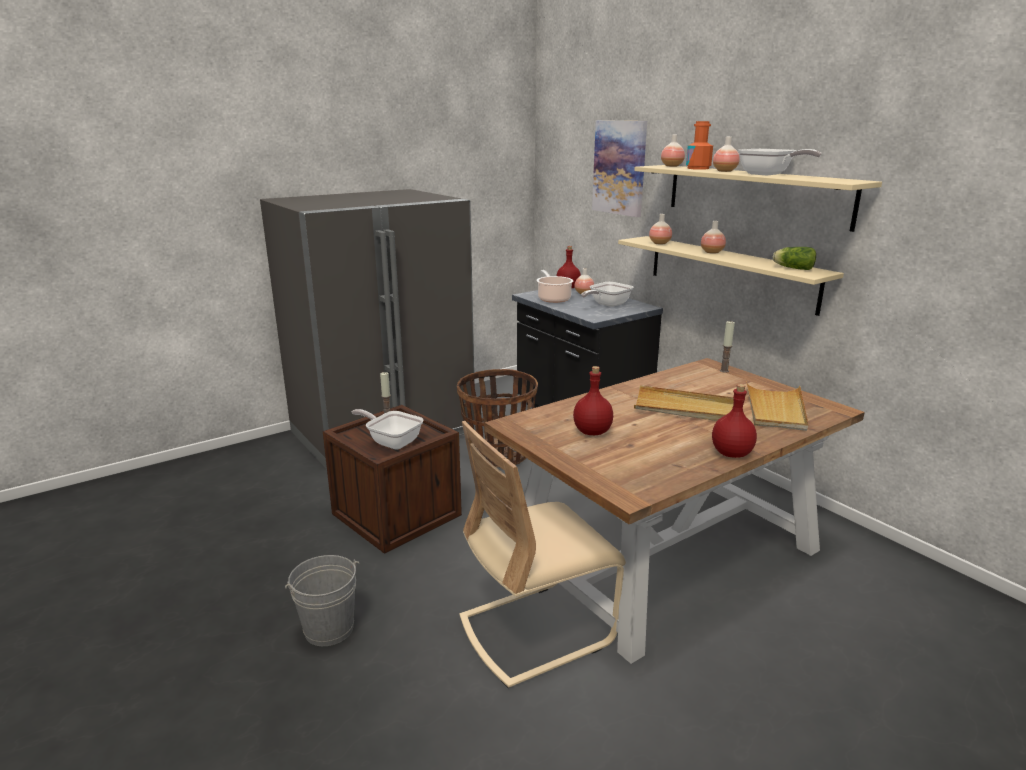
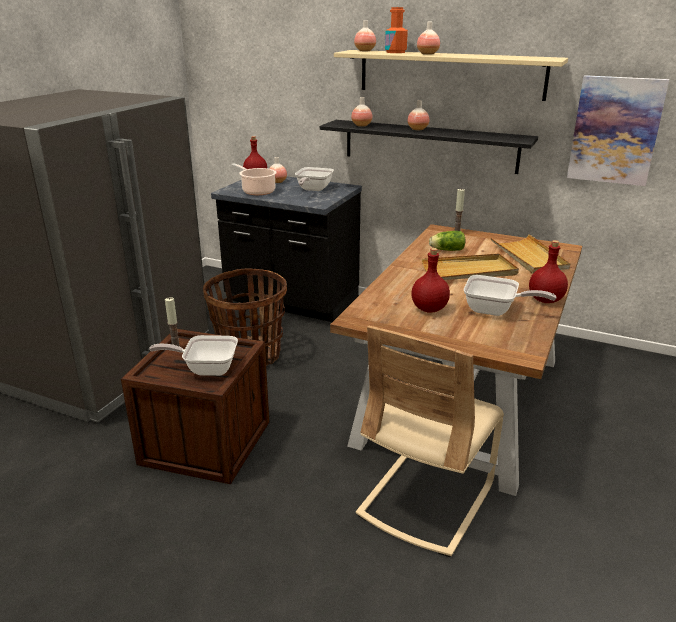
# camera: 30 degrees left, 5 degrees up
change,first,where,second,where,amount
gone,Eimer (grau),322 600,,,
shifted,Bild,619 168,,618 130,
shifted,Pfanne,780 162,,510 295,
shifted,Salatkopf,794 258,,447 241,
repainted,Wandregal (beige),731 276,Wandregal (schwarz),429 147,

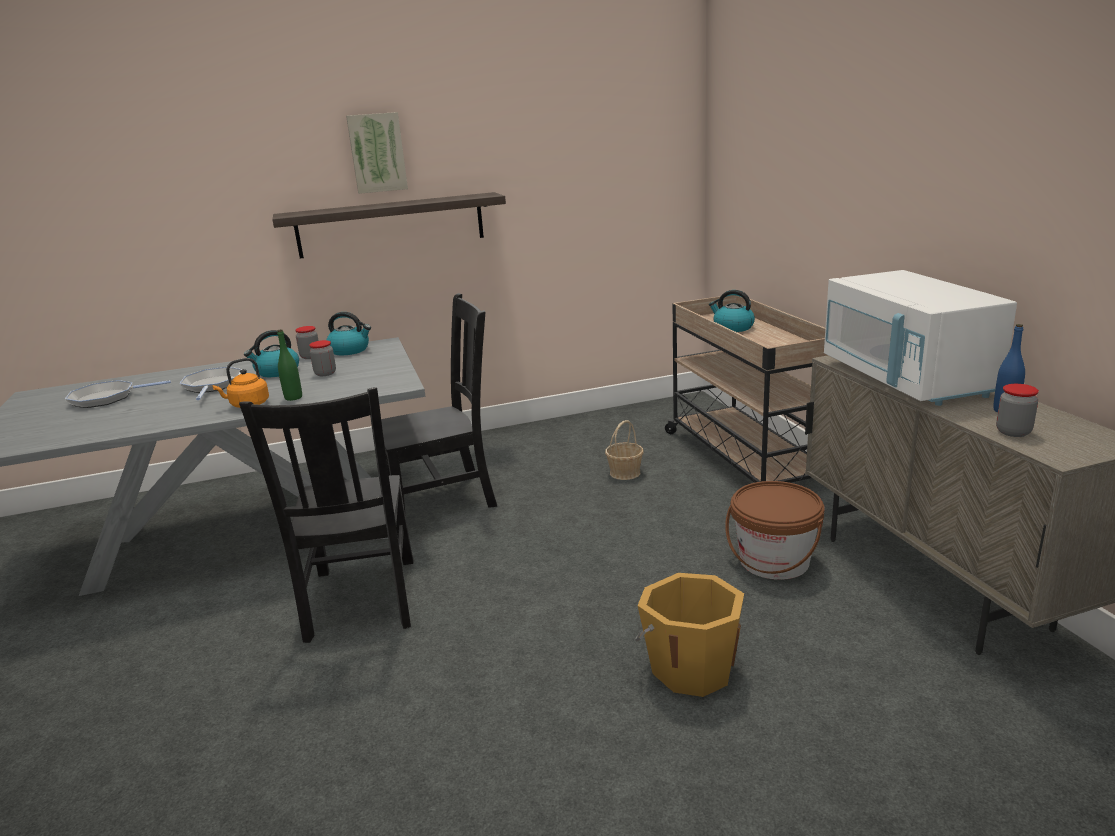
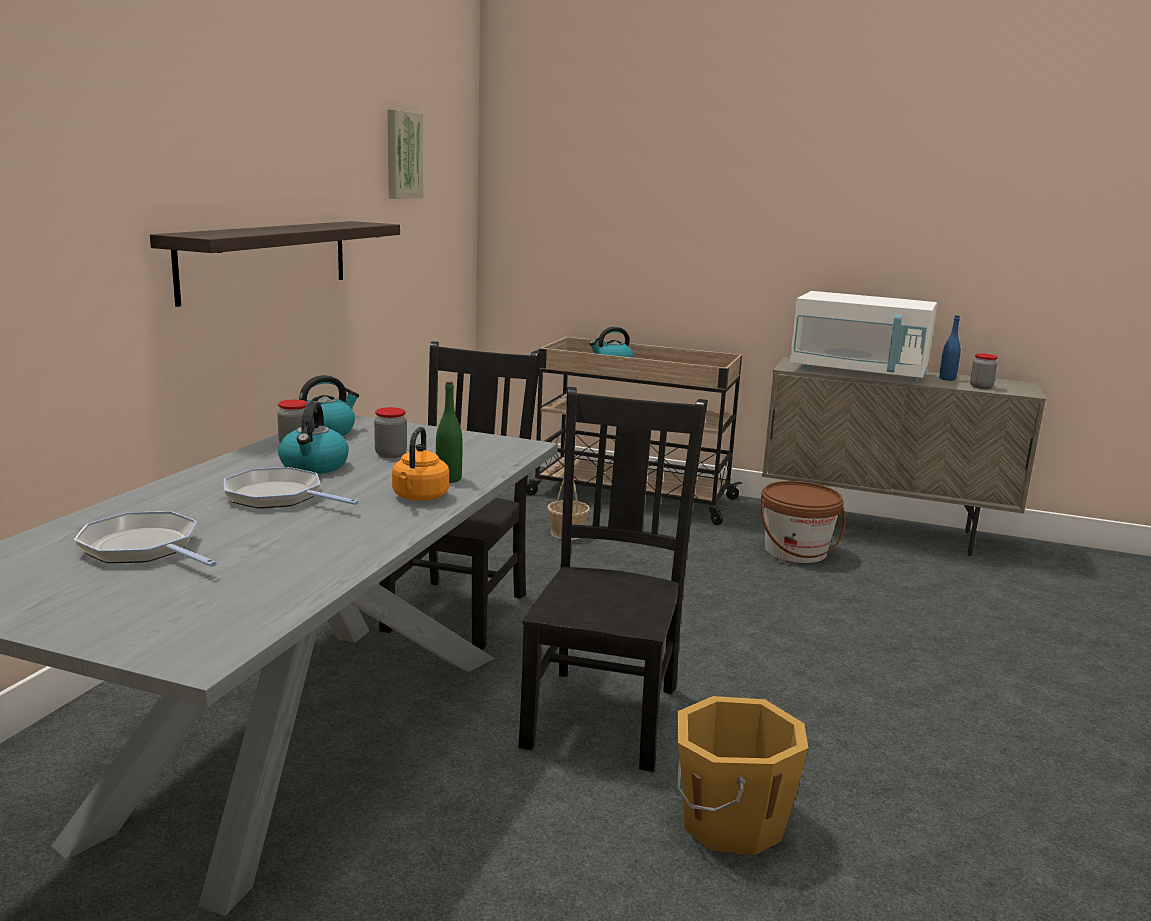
# camera: 55 degrees left, 5 degrees down
change,first,where,second,where,amount
shifted,Bild,377 153,,405 154,
shifted,Eimer (orange),689 635,,742 775,
rotated,Pfanne,118 394,,145 539,105 degrees clockwise
rotated,Stuhl (schwarz),326 515,,613 579,105 degrees counterclockwise

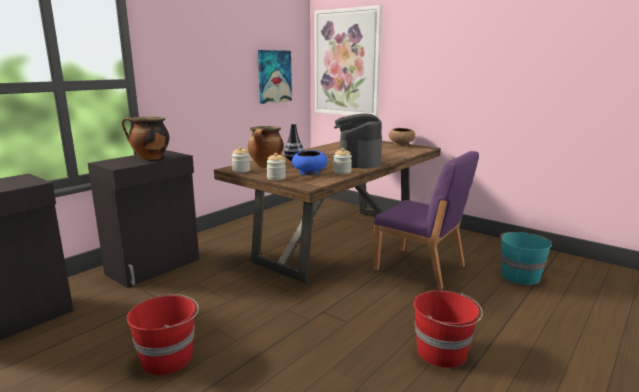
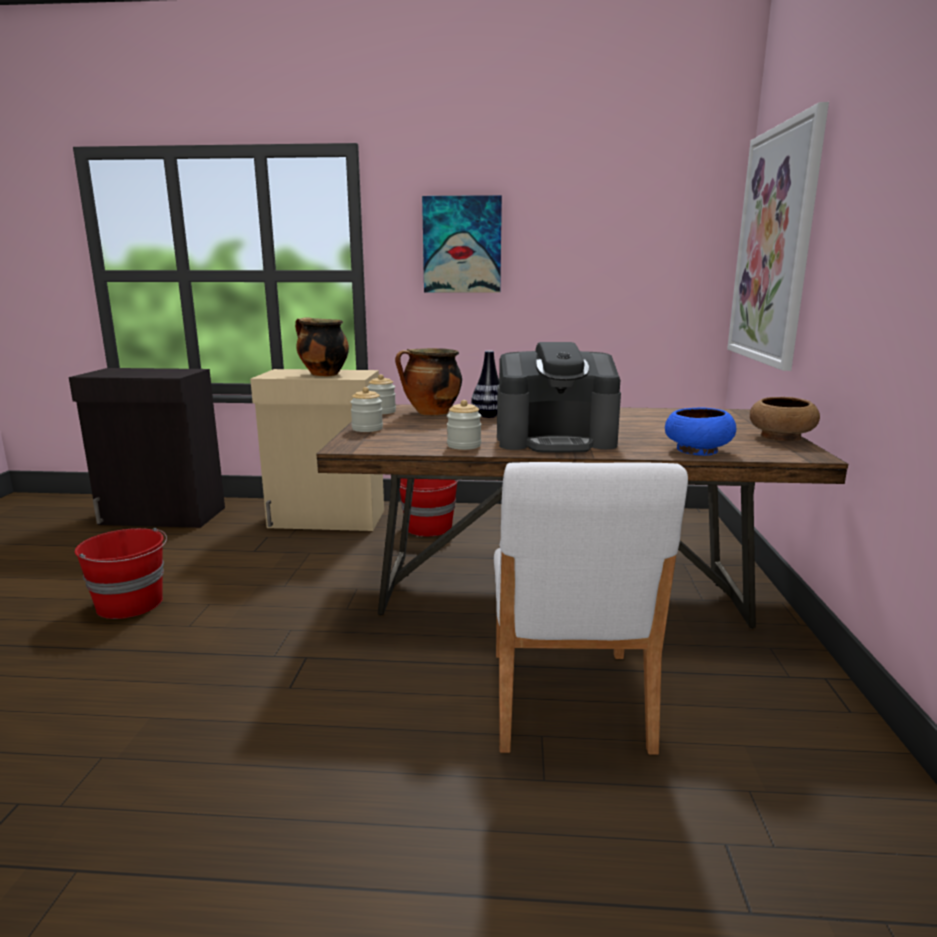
# camera: 55 degrees right, 0 degrees up
change,first,where,second,where,amount
gone,Eimer (türkis),526 258,,,
shifted,Bild,275 77,,462 244,
shifted,Schüssel (blau),309 162,,700 431,
shifted,Eimer (rot),448 329,,429 507,
repainted,Schrank (schwarz),143 219,Schrank (beige),317 450,
repainted,Stuhl (lila),426 220,Stuhl (weiß),591 608,
rotated,Kaffeemaschine,357 140,,559 397,150 degrees counterclockwise

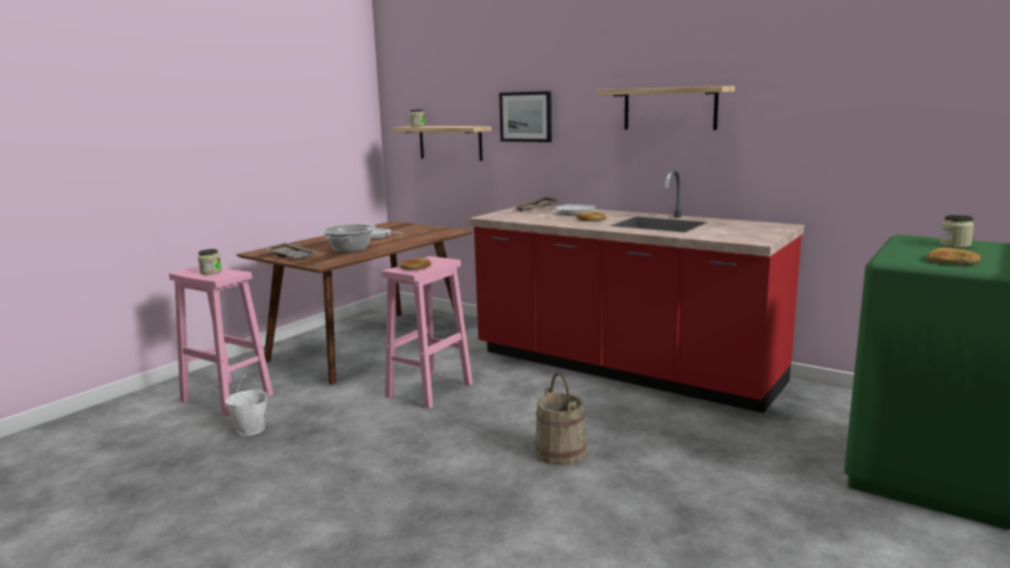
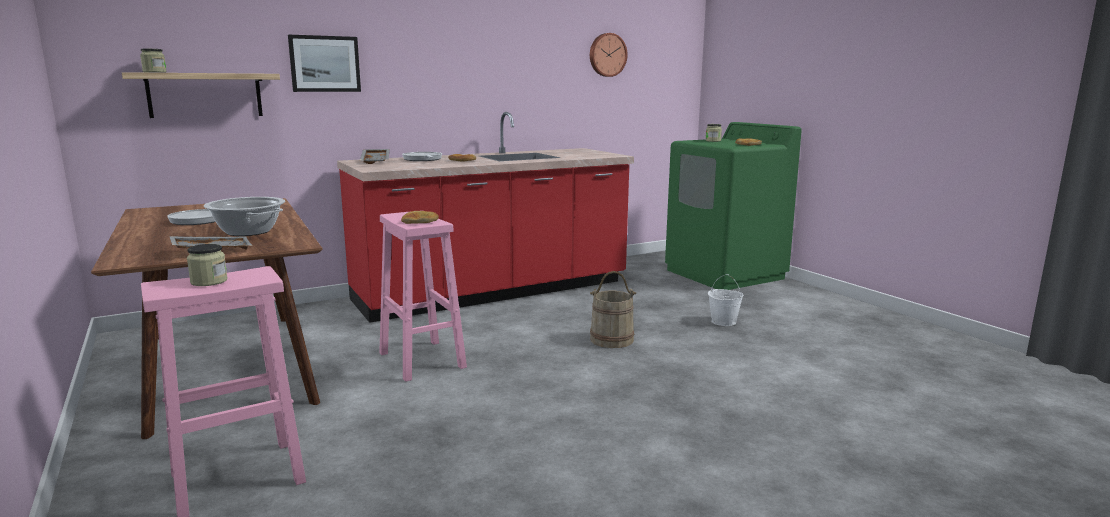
# camera: 65 degrees left, 0 degrees up
change,first,where,second,where,amount
gone,Wandregal,666 108,,,
new,,,Wanduhr,609 55,
shifted,Eimer (weiß),246 405,,725 300,

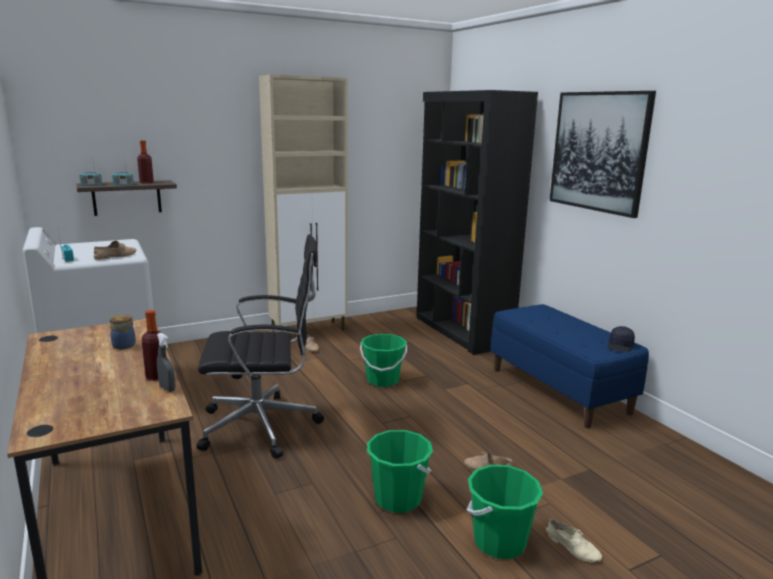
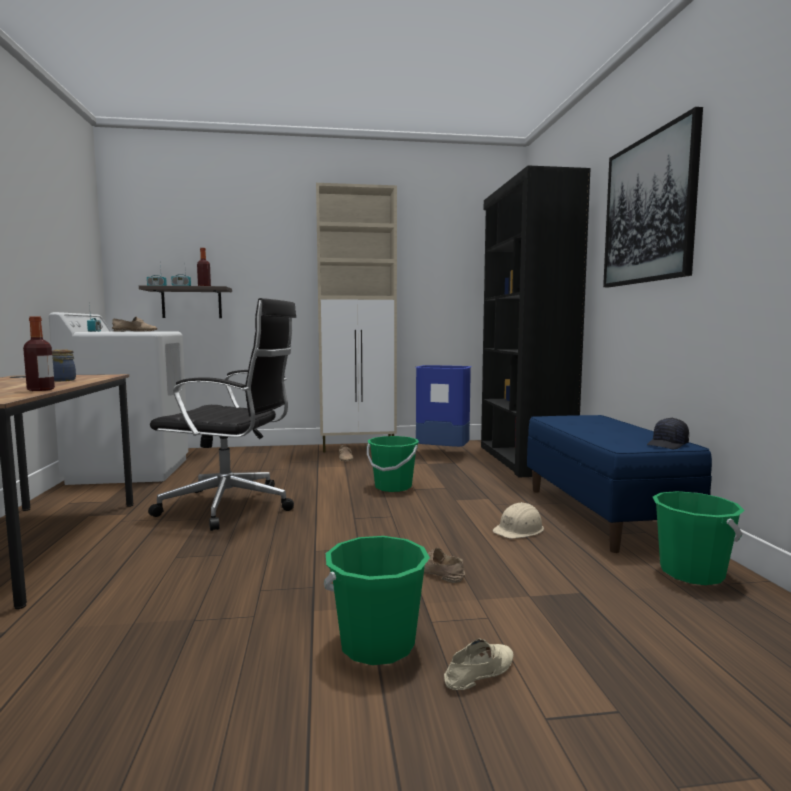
# camera: 20 degrees right, 10 degrees down
change,first,where,second,where,amount
gone,Sprühflasche (grau),166 362,,,
new,,,Mülleimer (blau),443 406,
new,,,Schutzhelm (beige),518 520,
shifted,Eimer (grün),400 471,,699 538,
rotated,Schuh (beige),574 540,,478 664,105 degrees counterclockwise

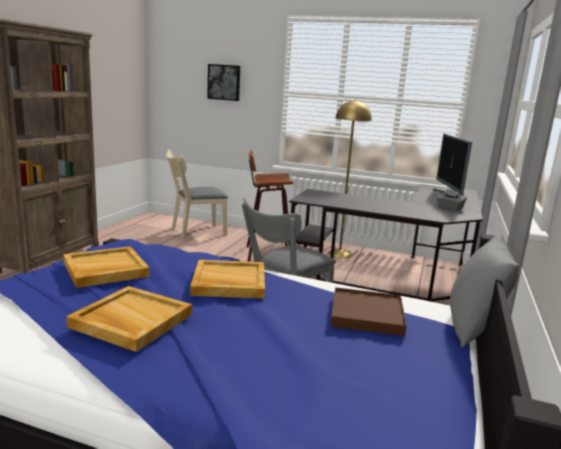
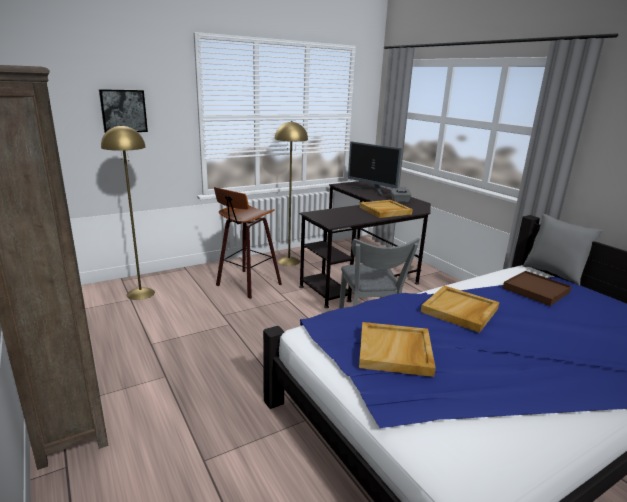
# camera: 50 degrees left, 5 degrees up
change,first,where,second,where,amount
shifted,Tablett (beige),129 319,,386 209,
swapped,Stuhl (beige),197 194,Stehlampe (gelb),128 212,

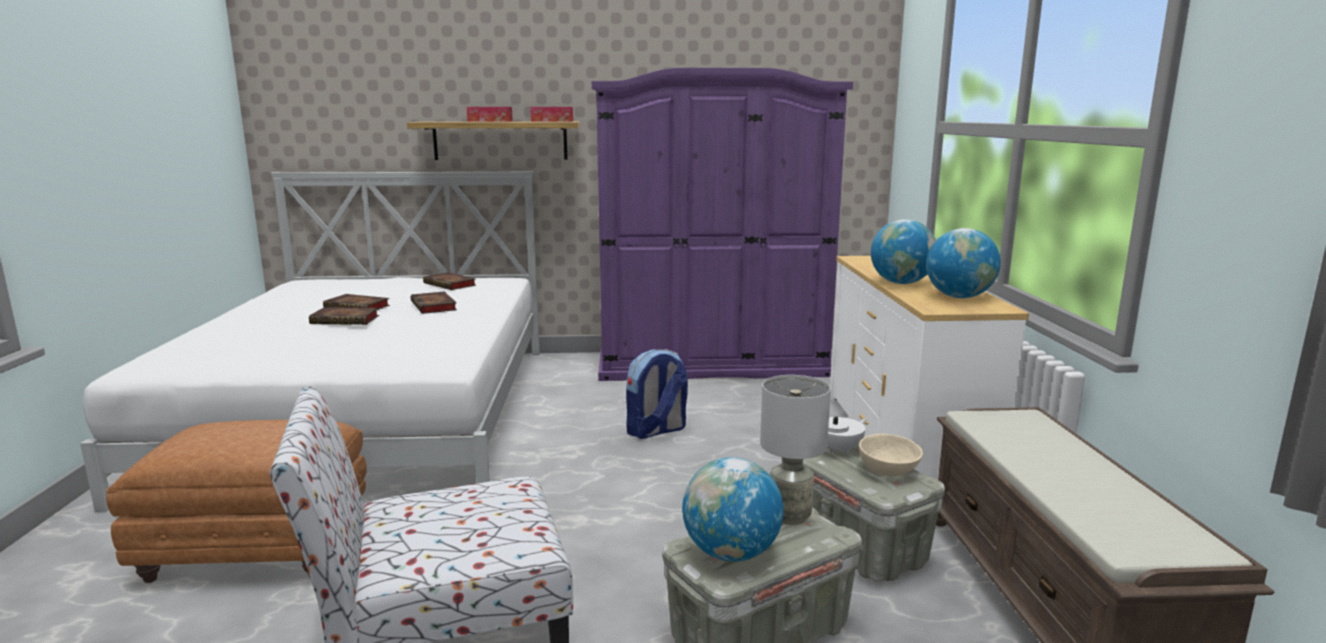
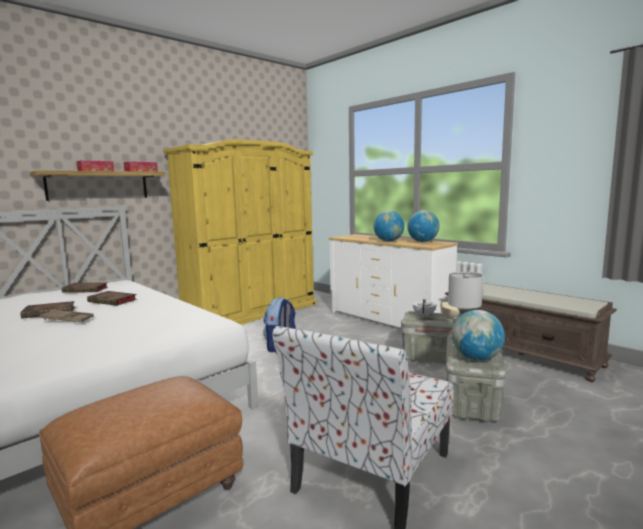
# camera: 40 degrees left, 5 degrees down
change,first,where,second,where,amount
swapped,Buch,344 316,Tablett (braun),67 316,
repainted,Kleiderschrank (lila),722 224,Kleiderschrank (gelb),240 232,

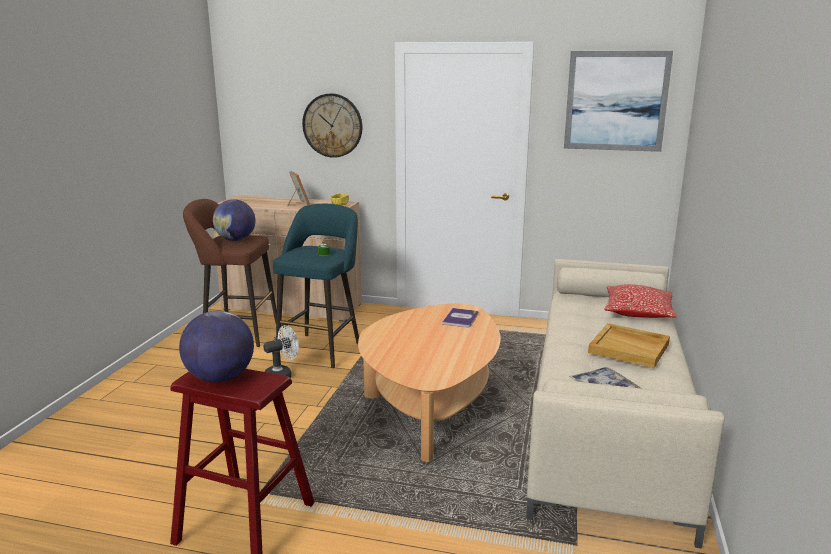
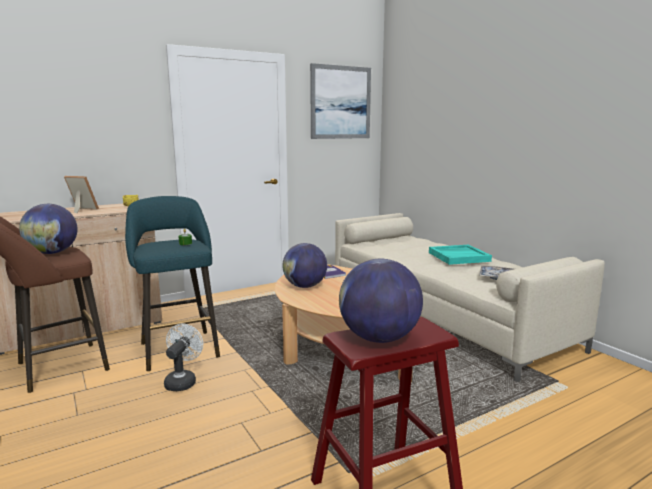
# camera: 45 degrees left, 5 degrees down
change,first,where,second,where,amount
gone,Wanduhr,332 125,,,
gone,Kissen,640 301,,,
new,,,Globus,304 265,
repainted,Tablett (beige),629 345,Tablett (türkis),460 255,

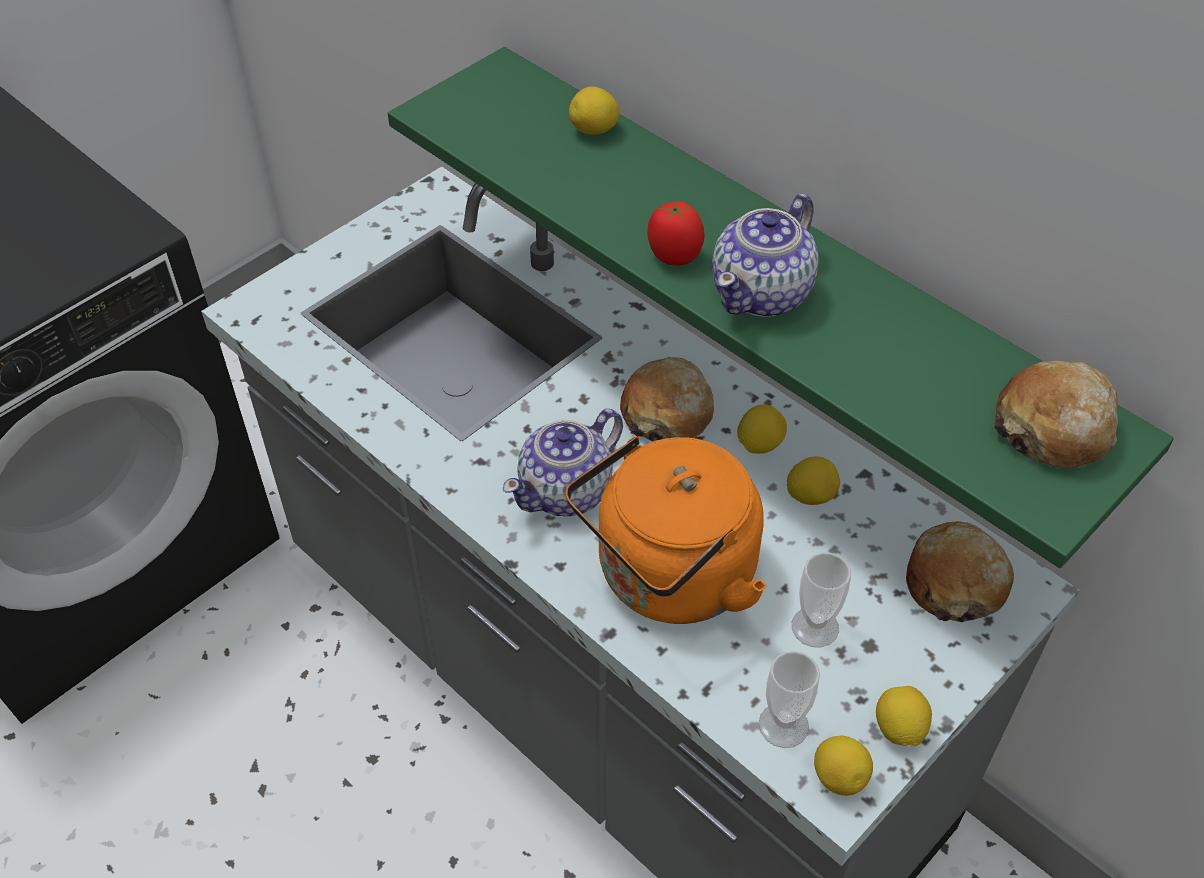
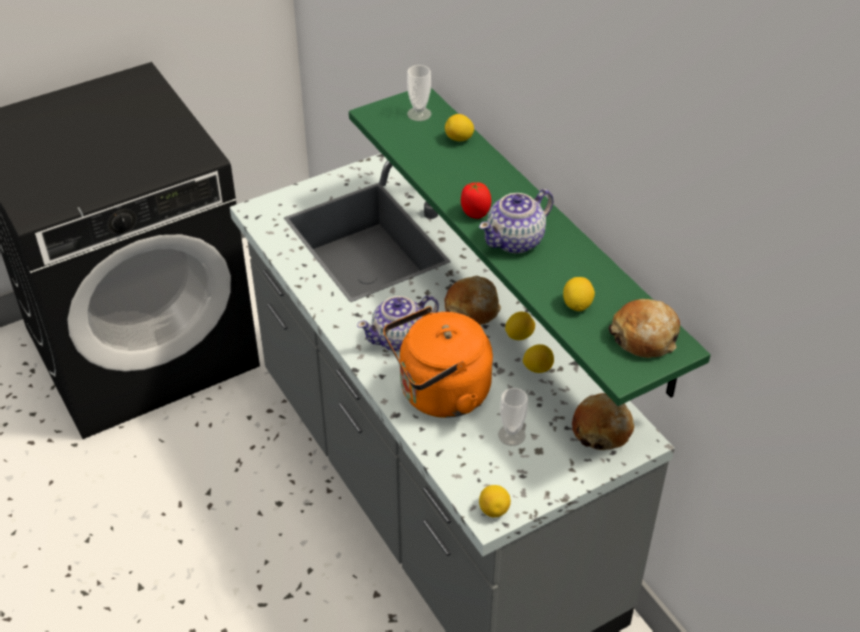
# camera: 15 degrees right, 5 degrees down
change,first,where,second,where,amount
shifted,Tasse,789 699,,419 93,
shifted,Zitrone,904 716,,579 294,

